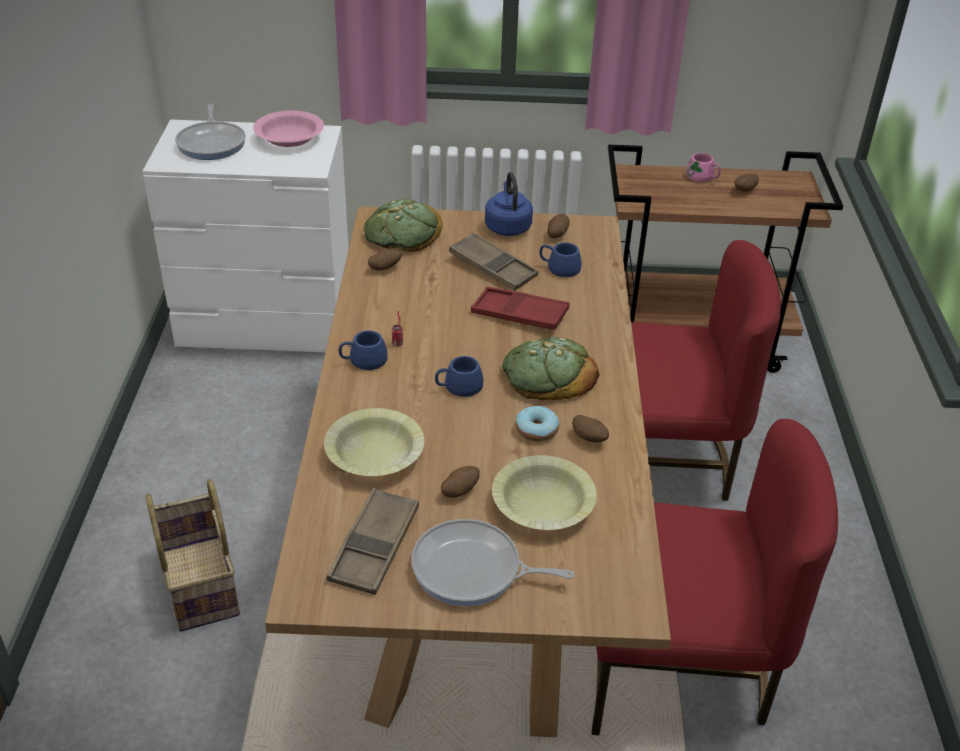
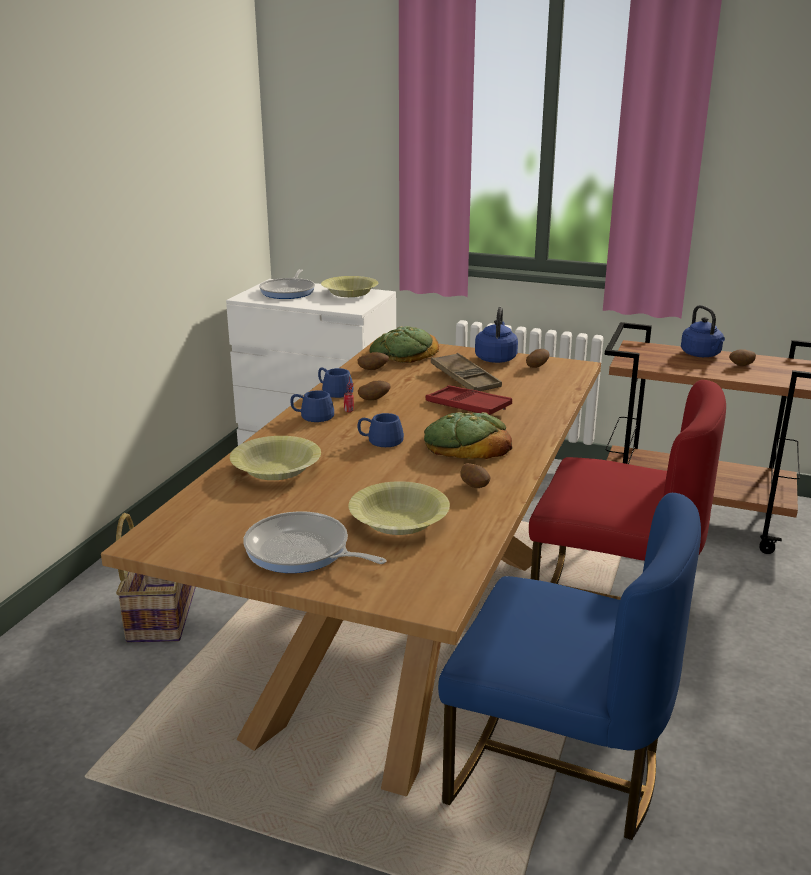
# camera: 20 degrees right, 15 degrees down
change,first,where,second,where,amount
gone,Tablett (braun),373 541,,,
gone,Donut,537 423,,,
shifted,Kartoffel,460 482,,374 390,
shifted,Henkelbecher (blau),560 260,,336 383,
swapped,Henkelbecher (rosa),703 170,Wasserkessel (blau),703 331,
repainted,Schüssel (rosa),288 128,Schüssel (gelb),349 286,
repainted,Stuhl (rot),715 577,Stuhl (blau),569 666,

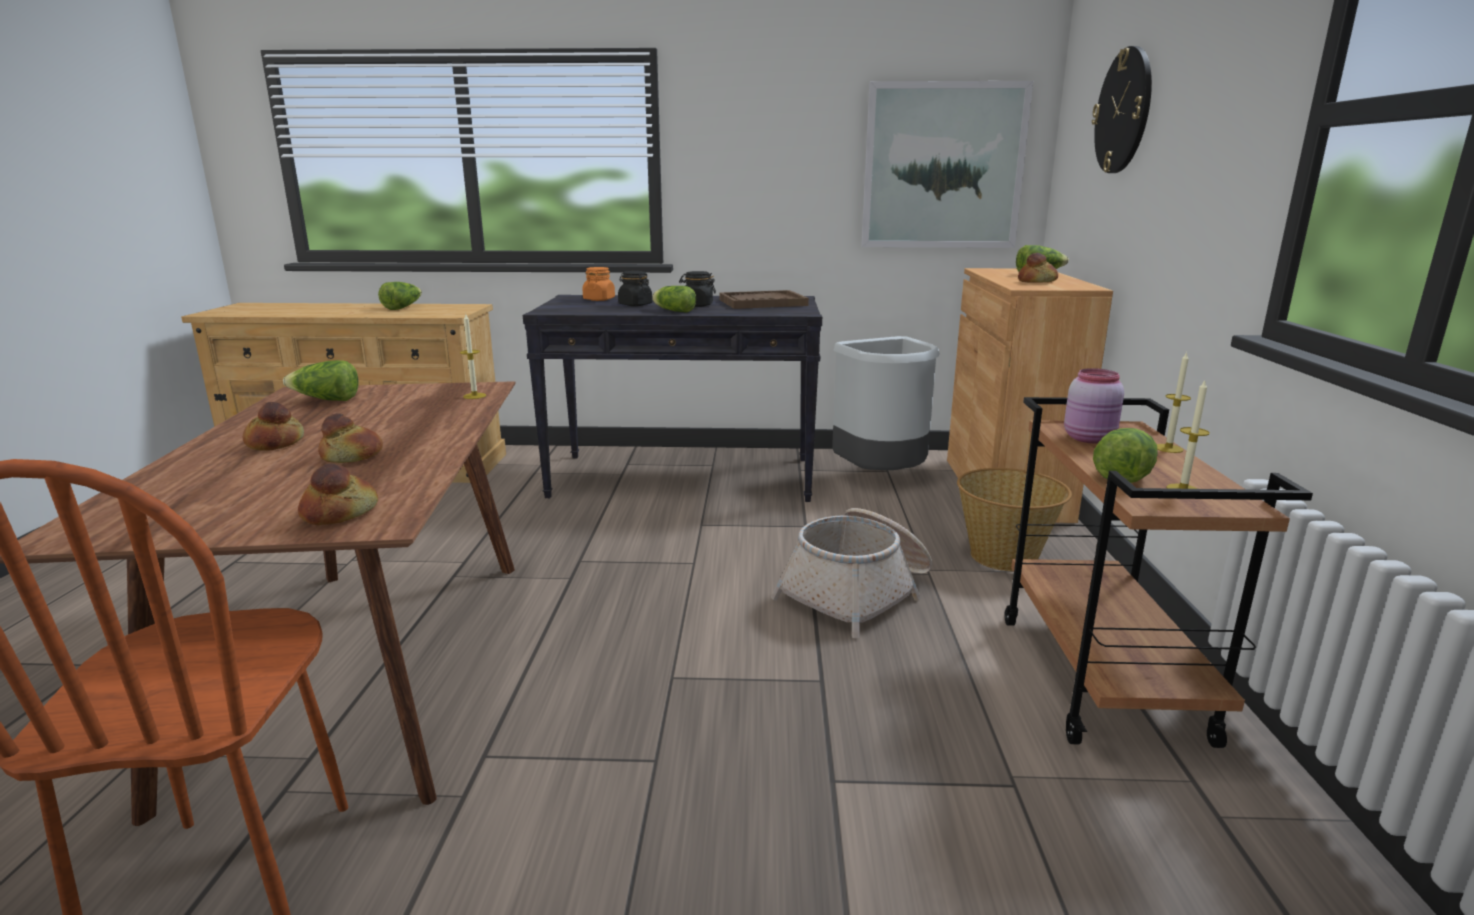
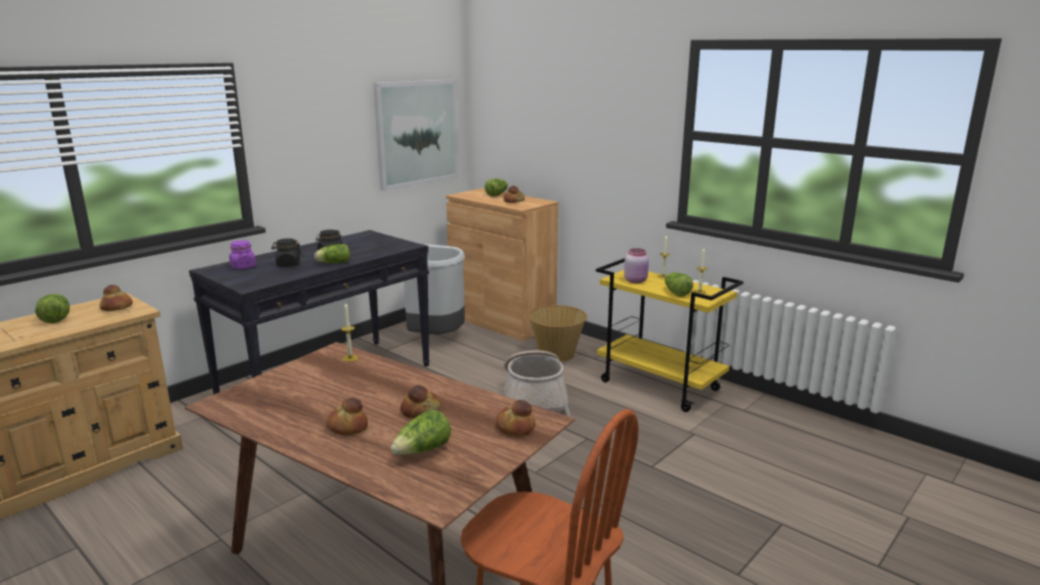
# camera: 50 degrees left, 0 degrees up
change,first,where,second,where,amount
gone,Tablett (braun),764 299,,,
gone,Wanduhr,1122 109,,,
new,,,Brot,116 298,
shifted,Salatkopf,321 380,,421 432,
repainted,Vorratsglas (orange),599 284,Vorratsglas (lila),242 254,
repainted,Rollwagen (braun),1158 572,Rollwagen (gelb),669 335,

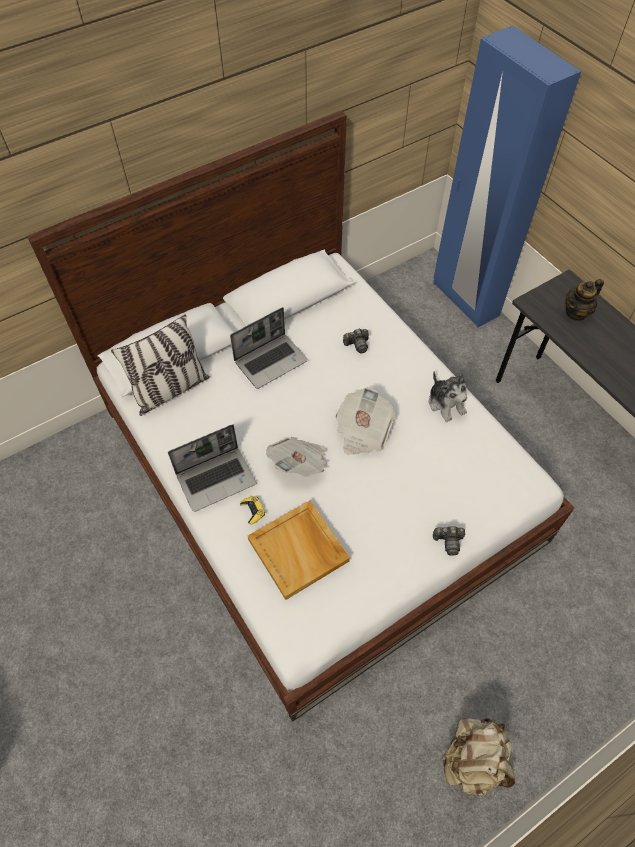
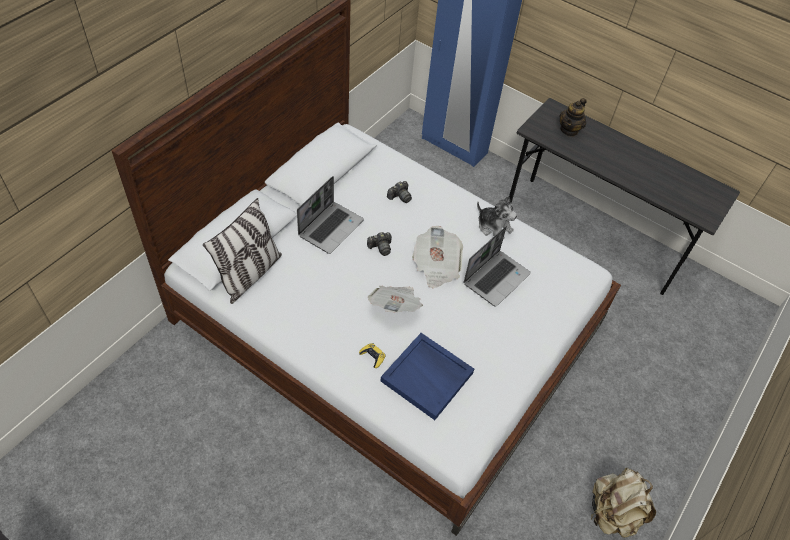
# camera: 25 degrees left, 5 degrees down
change,first,where,second,where,amount
shifted,Laptop,212 468,,497 266,
shifted,Kamera,449 540,,379 244,
repainted,Tablett (beige),299 550,Tablett (blau),427 376,

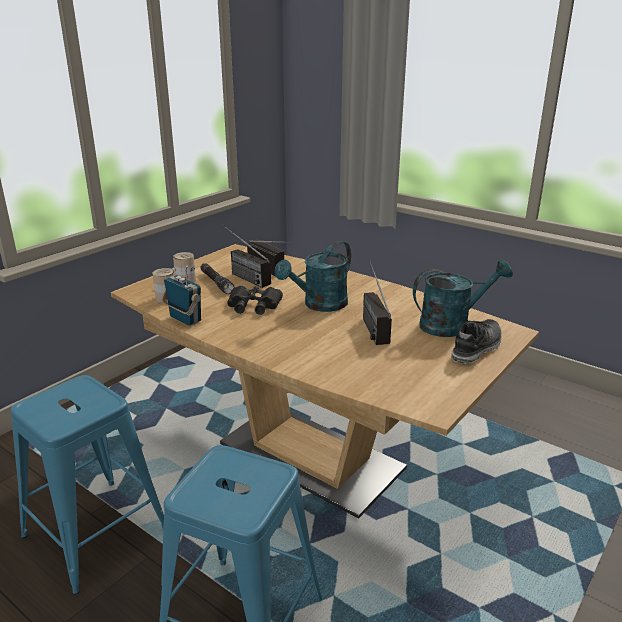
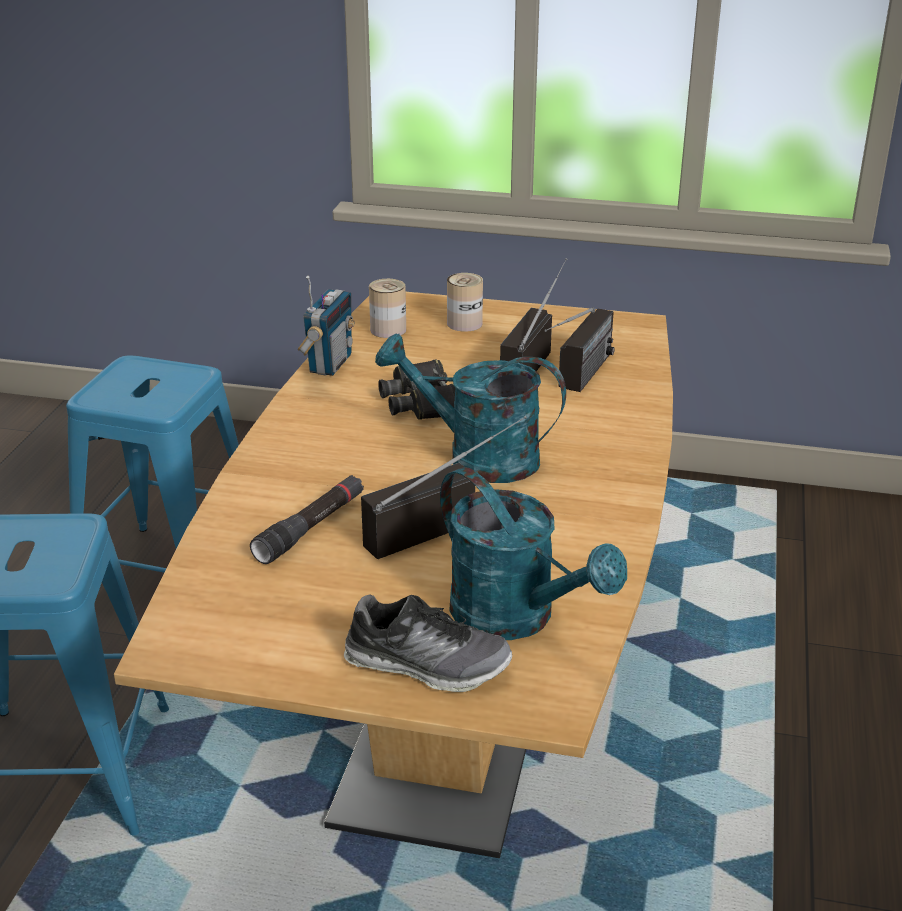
# camera: 65 degrees right, 5 degrees up
change,first,where,second,where,amount
shifted,Taschenlampe (schwarz),217 278,,307 519,

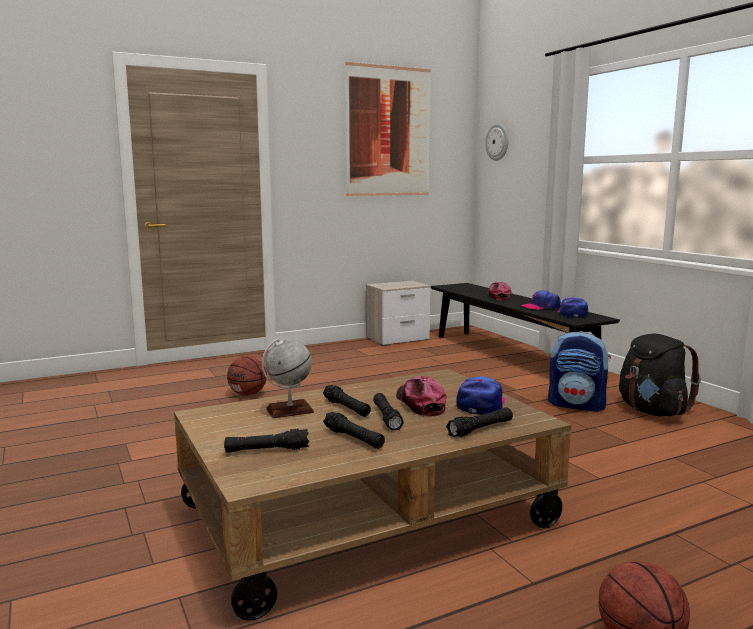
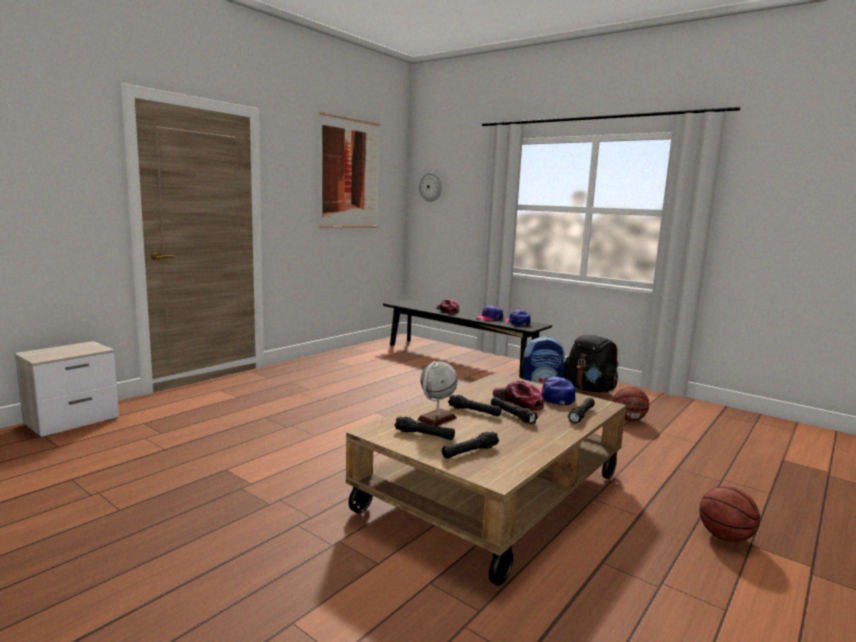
# camera: 25 degrees left, 0 degrees up
change,first,where,second,where,amount
shifted,Basketball,247 376,,631 404,
shifted,Taschenlampe (schwarz),354 430,,424 428,
shifted,Nachttisch,398 313,,66 389,

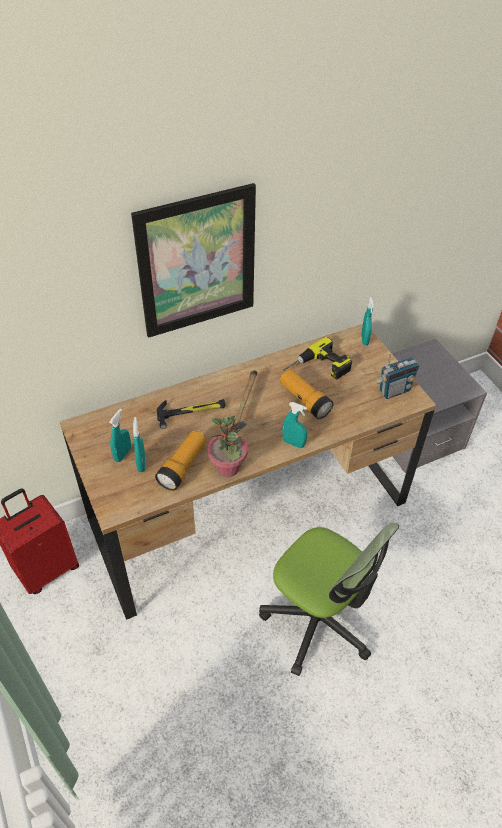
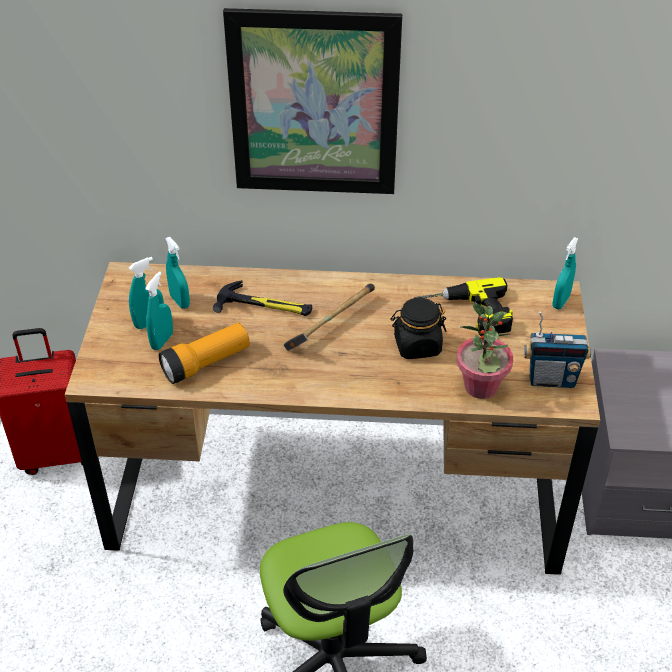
# camera: 30 degrees right, 5 degrees down
change,first,where,second,where,amount
shifted,Topfpflanze,227 446,,485 350,
shifted,Sprühflasche (türkis),294 425,,177 273,
swapped,Taschenlampe,307 394,Vorratsglas (schwarz),418 328,

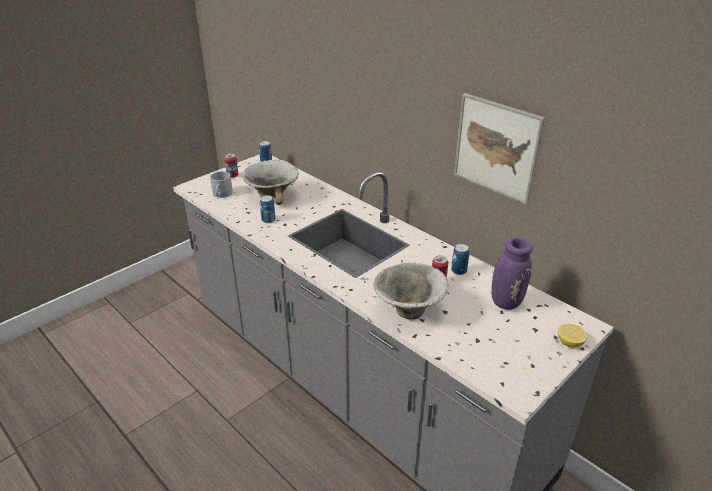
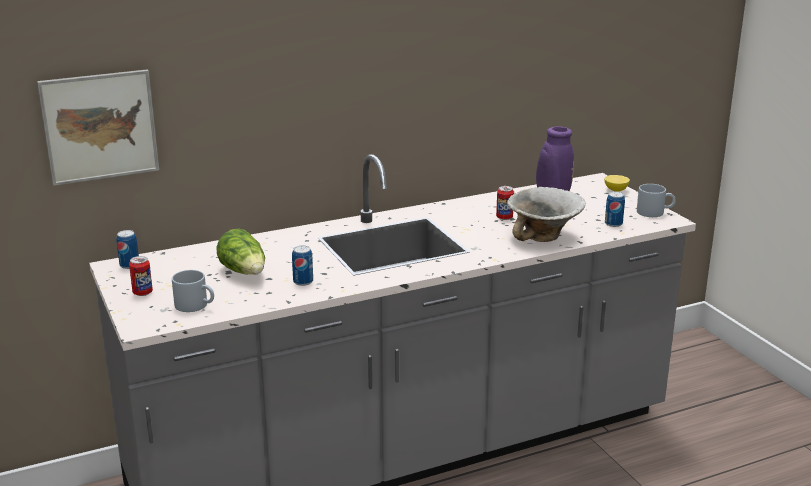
# camera: 70 degrees left, 10 degrees down
change,first,where,second,where,amount
new,,,Henkelbecher (grau),656 200,
shifted,Dose,460 259,,615 209,
shifted,Bild,499 149,,98 127,
swapped,Schüssel,270 182,Salatkopf,241 251,

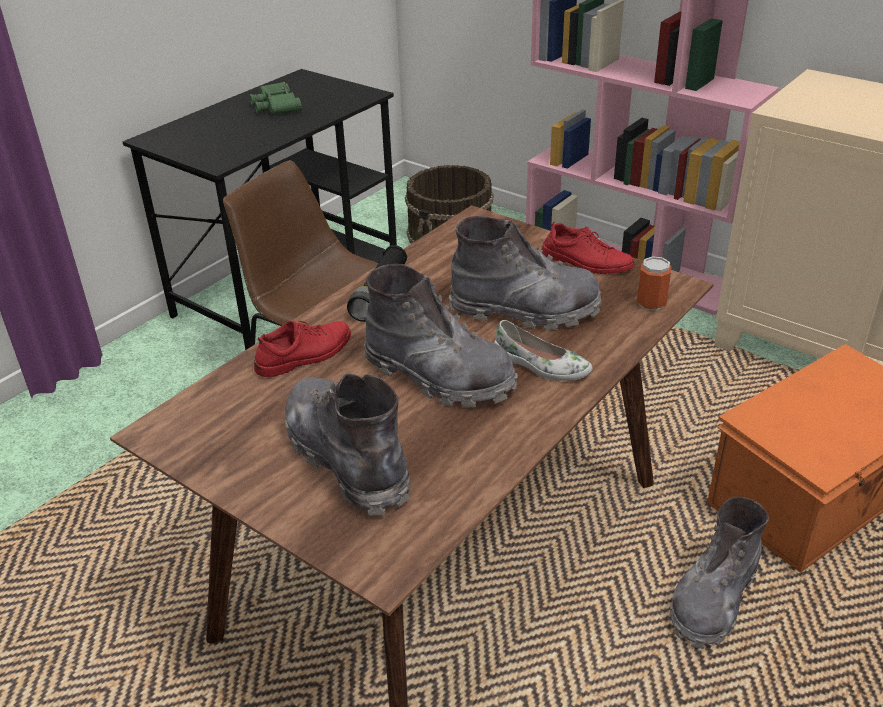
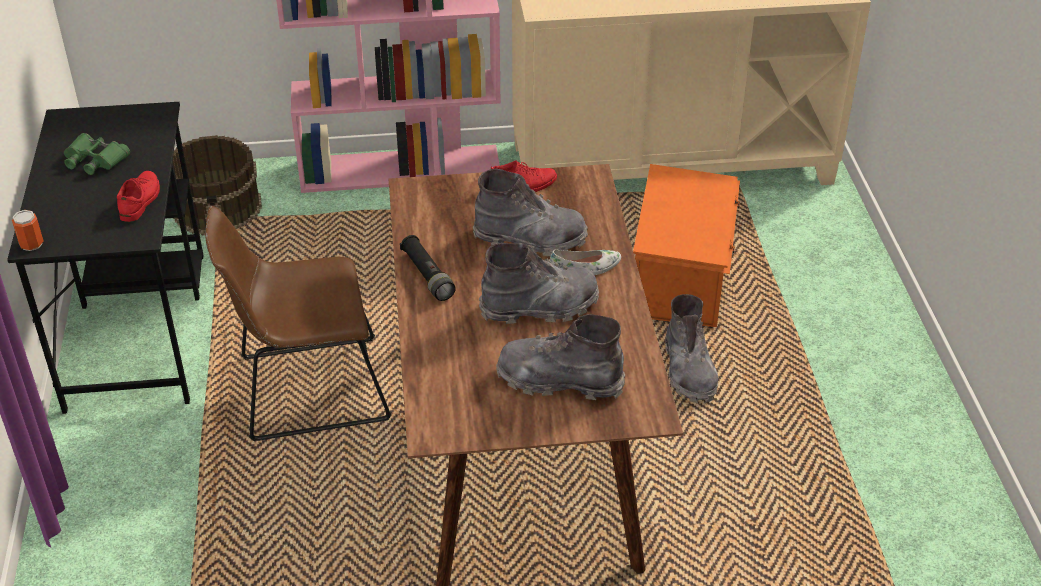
# camera: 45 degrees left, 5 degrees up
change,first,where,second,where,amount
shifted,Schuh (rot),302 348,,138 196,
shifted,Dose,654 283,,28 230,
rotated,Stiefel (grau),525 273,,530 212,45 degrees clockwise

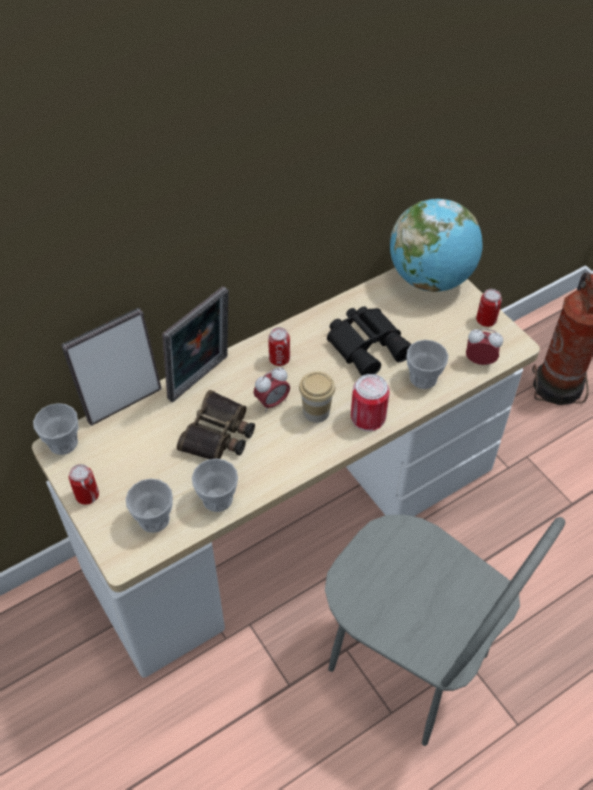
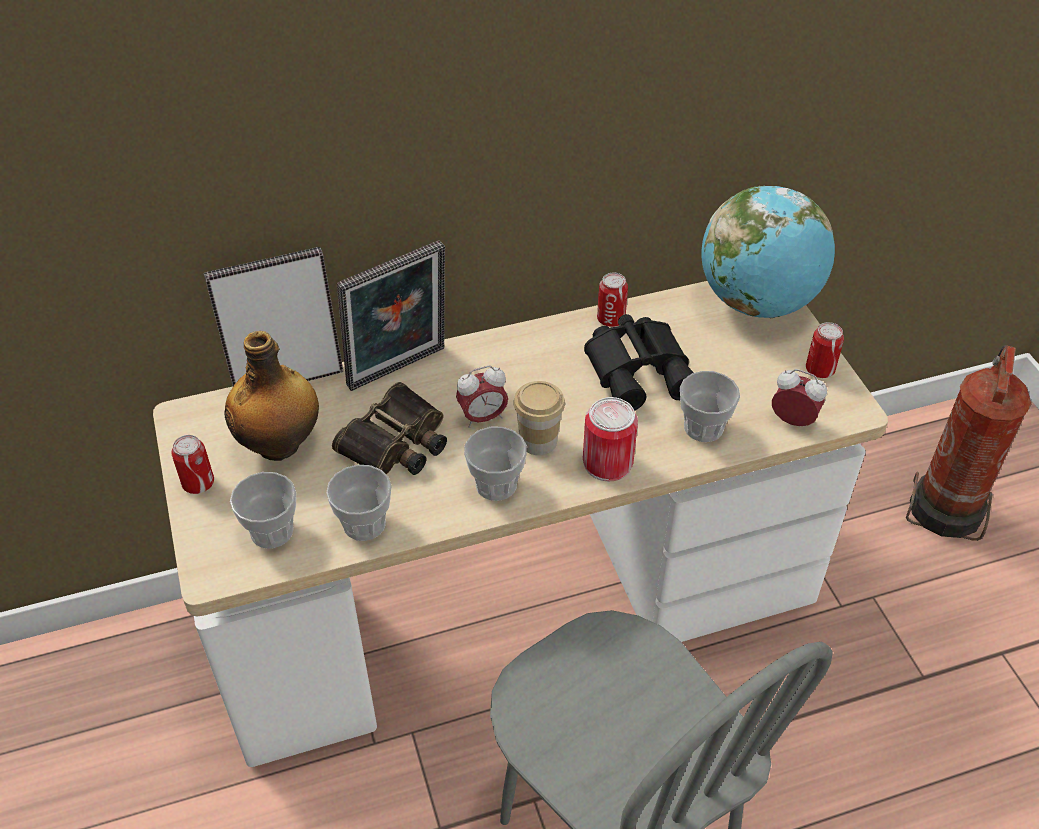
# camera: 15 degrees right, 5 degrees down
change,first,where,second,where,amount
new,,,Flasche,271 396,
shifted,Tasse,55 429,,495 464,
shifted,Dose,279 346,,612 300,

